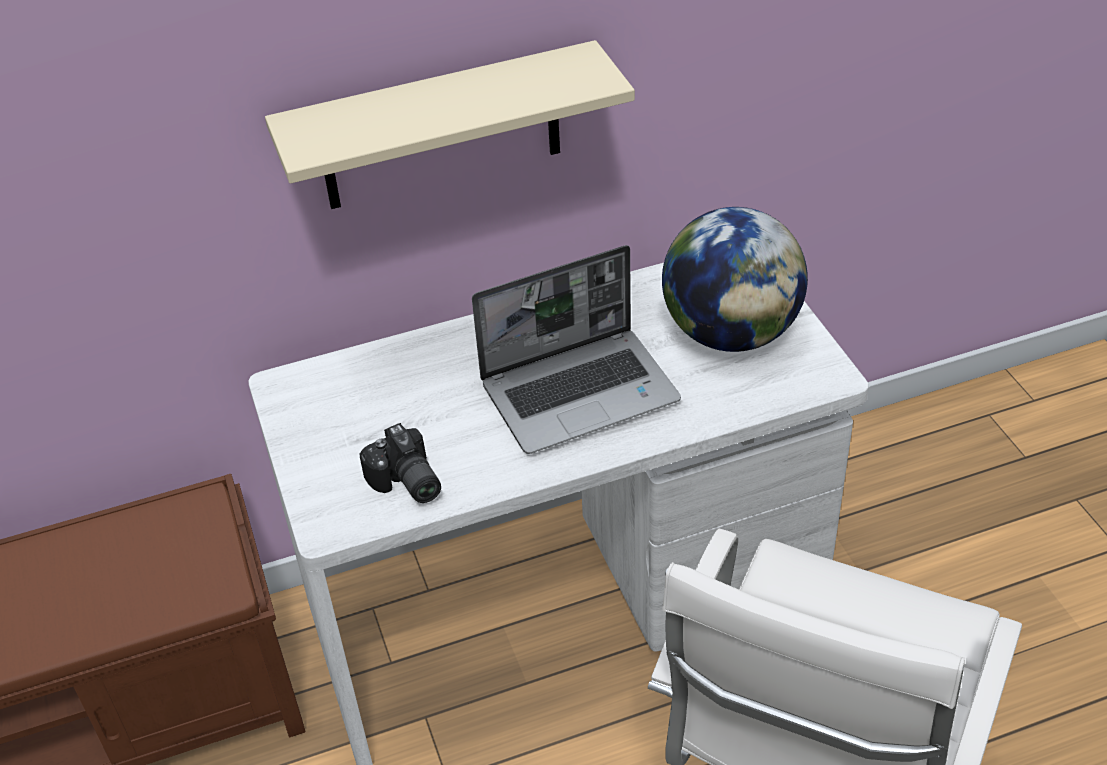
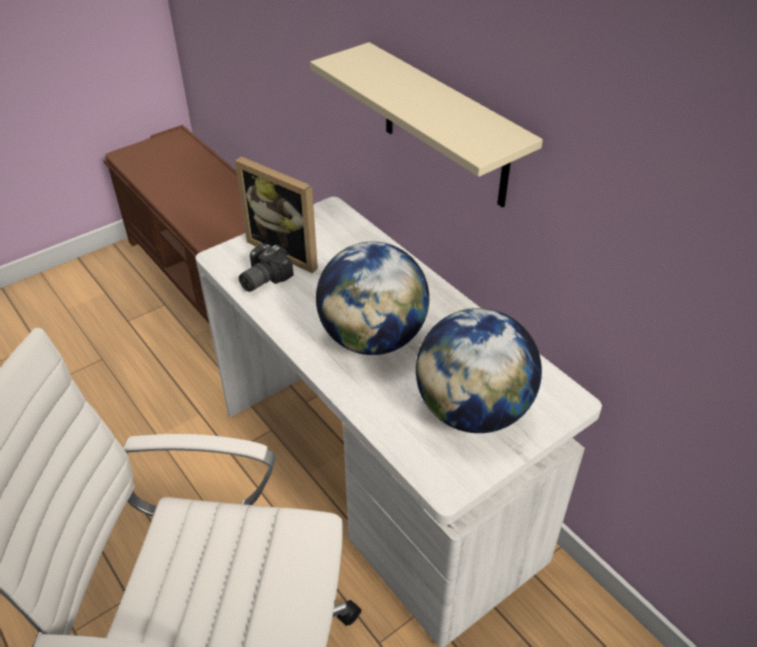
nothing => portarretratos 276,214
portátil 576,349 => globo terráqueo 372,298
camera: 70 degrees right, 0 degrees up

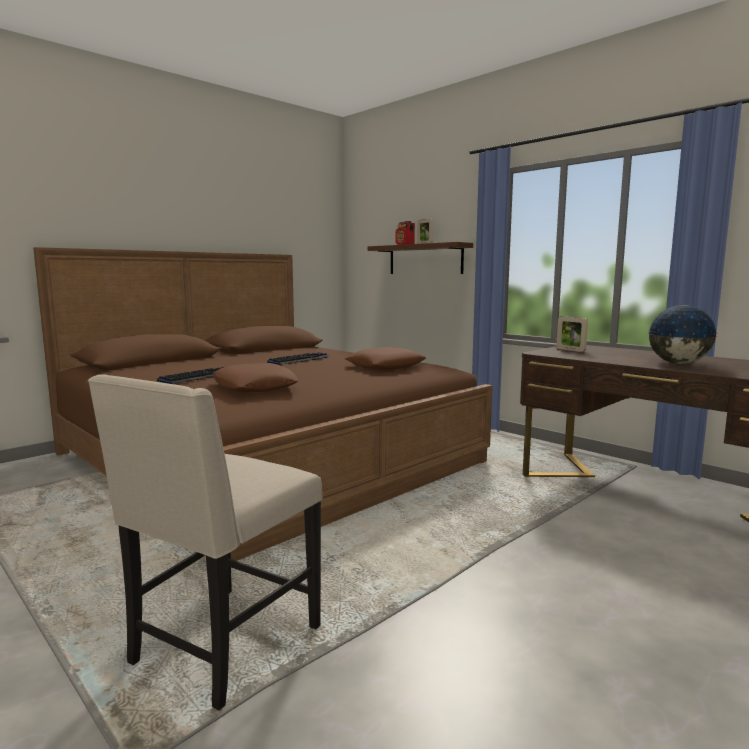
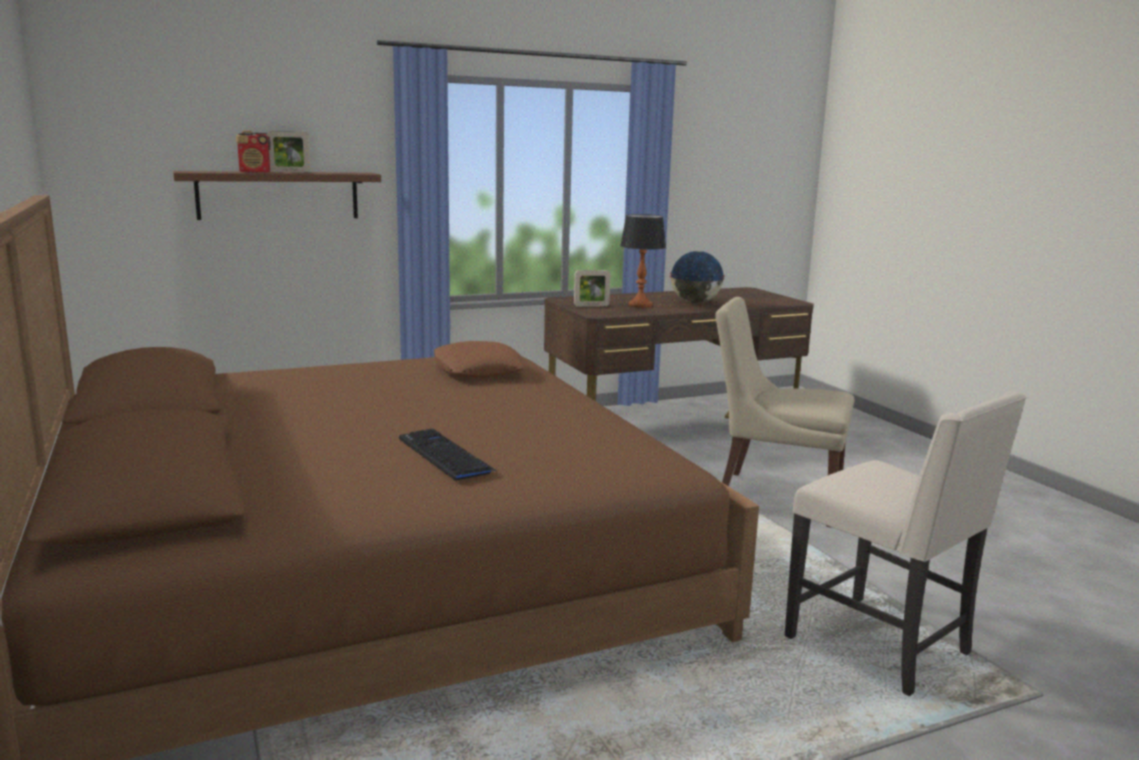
nothing => lámpara de mesa 643,261
nothing => silla [beis] 784,412
cojín [marrón] 256,378 => nothing
teclado 298,358 => nothing
camera: 70 degrees left, 5 degrees up

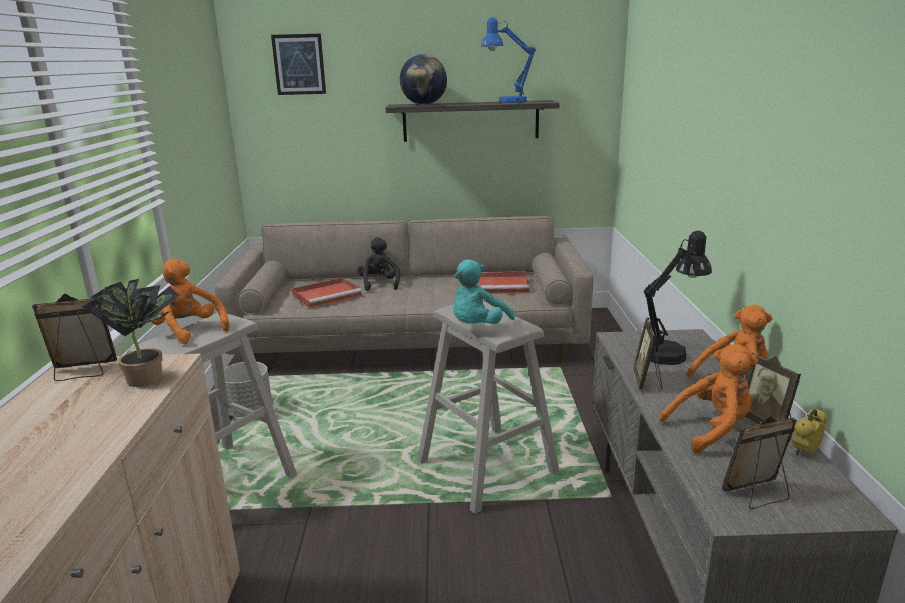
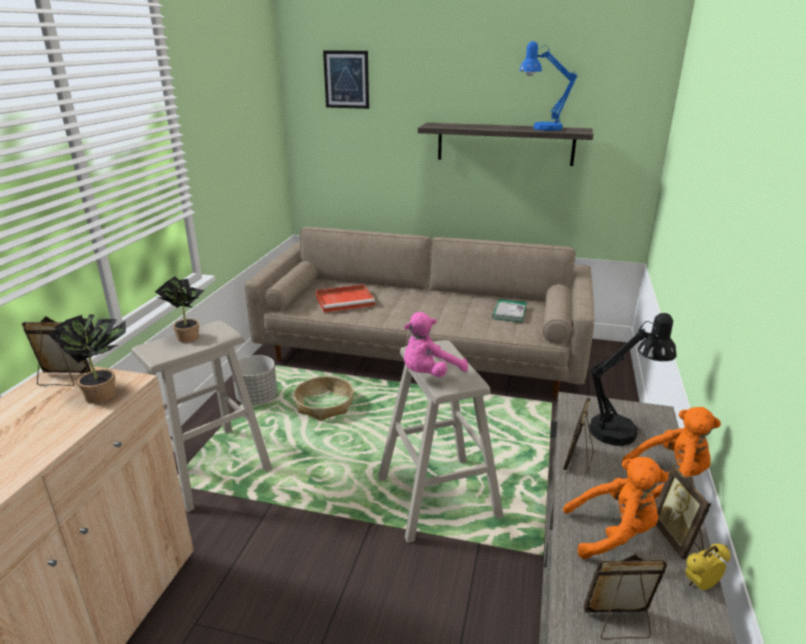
peluche [naranja] 191,301 => planta en maceta 180,309
nothing => cesta 324,398
peluche [turquesa] 484,292 => peluche [rosa] 436,344
bandeja [rojo] 503,282 => libro 509,310
peluche [negro] 378,264 => nothing
globo terráqueo 423,79 => nothing
camera: 15 degrees right, 5 degrees up

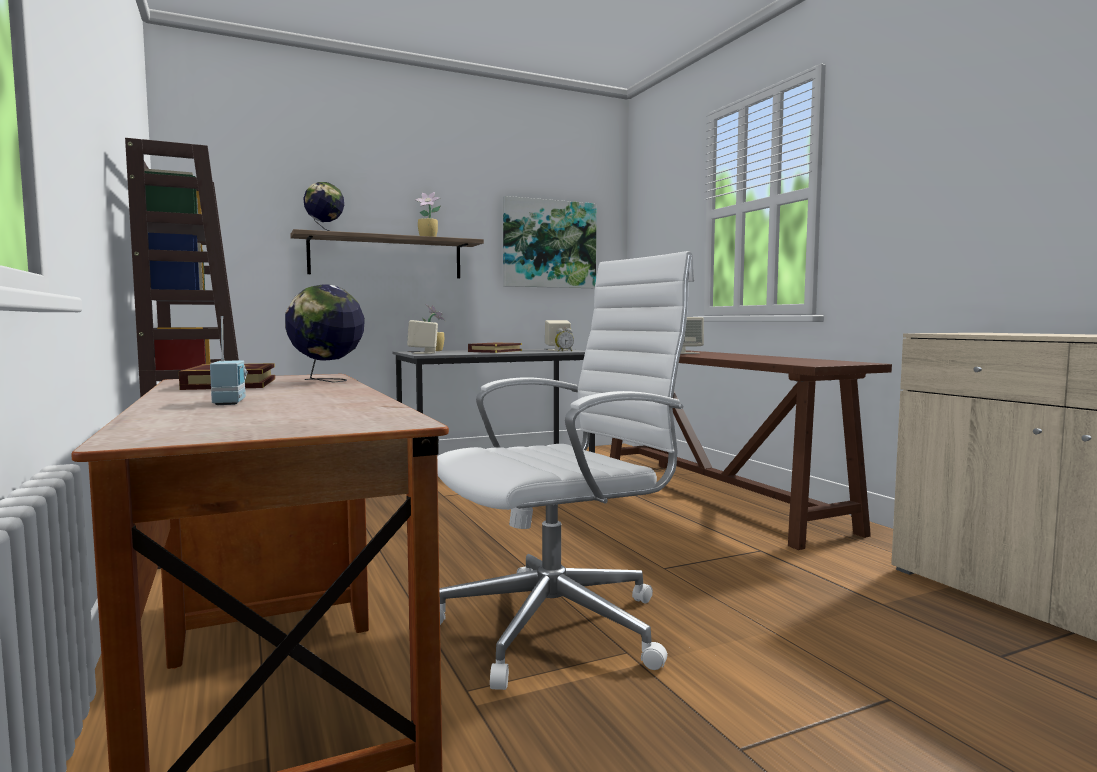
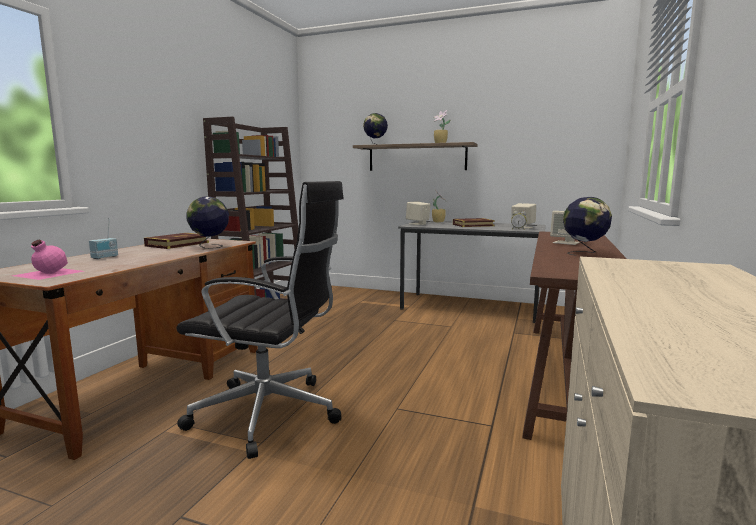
nothing => botella [rosa] 48,260
silla de oficina [blanco] 566,470 => silla de oficina [negro] 260,320
nothing => globo terráqueo 587,226
cuadro 549,242 => nothing
camera: 45 degrees right, 5 degrees up

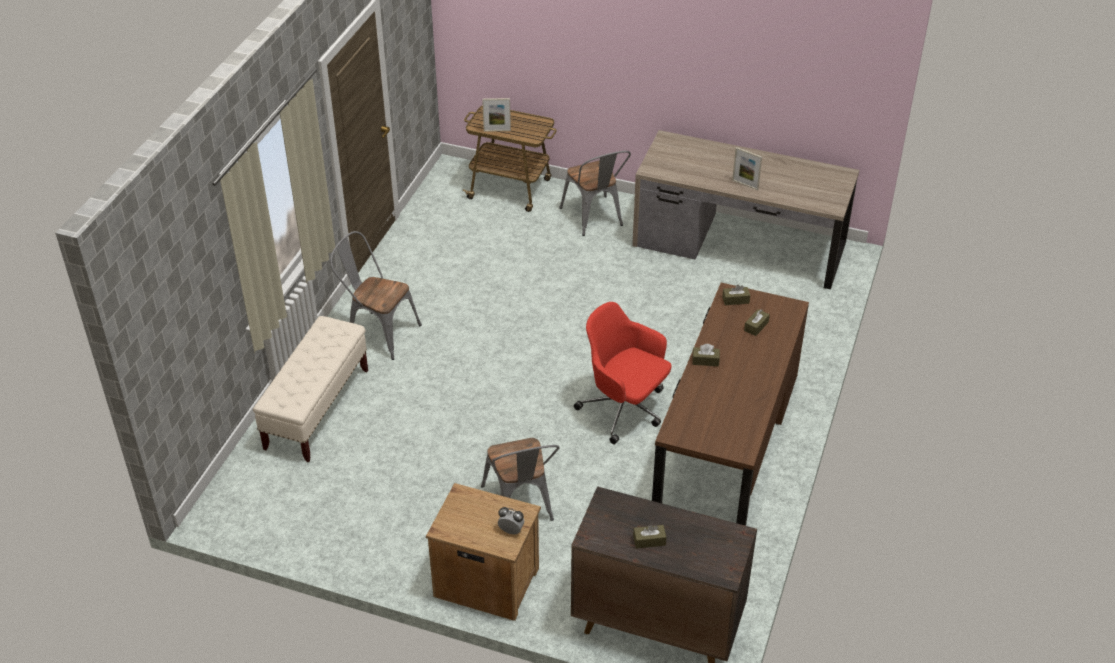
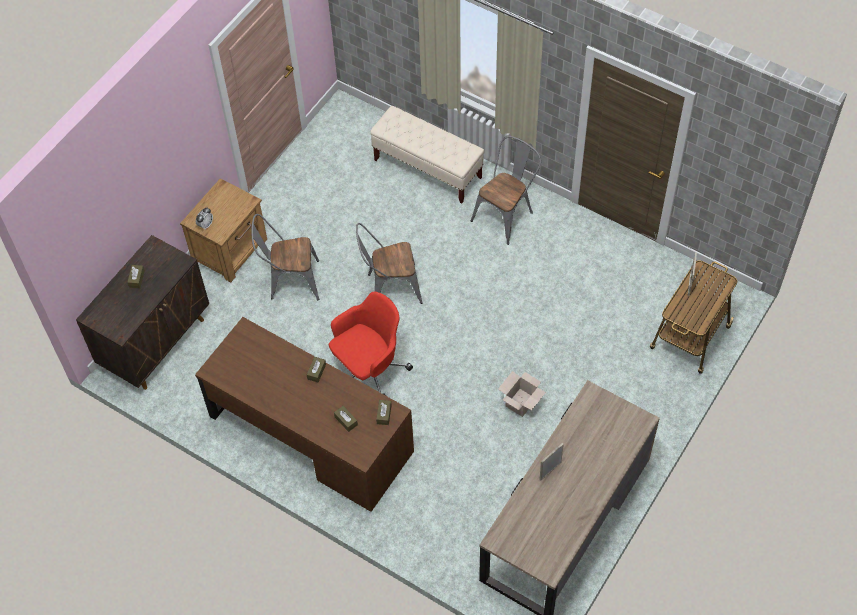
silla [gris] 595,193 => silla [gris] 389,263, shifted
nothing => caja de cartón 522,394
camera: 105 degrees right, 15 degrees up

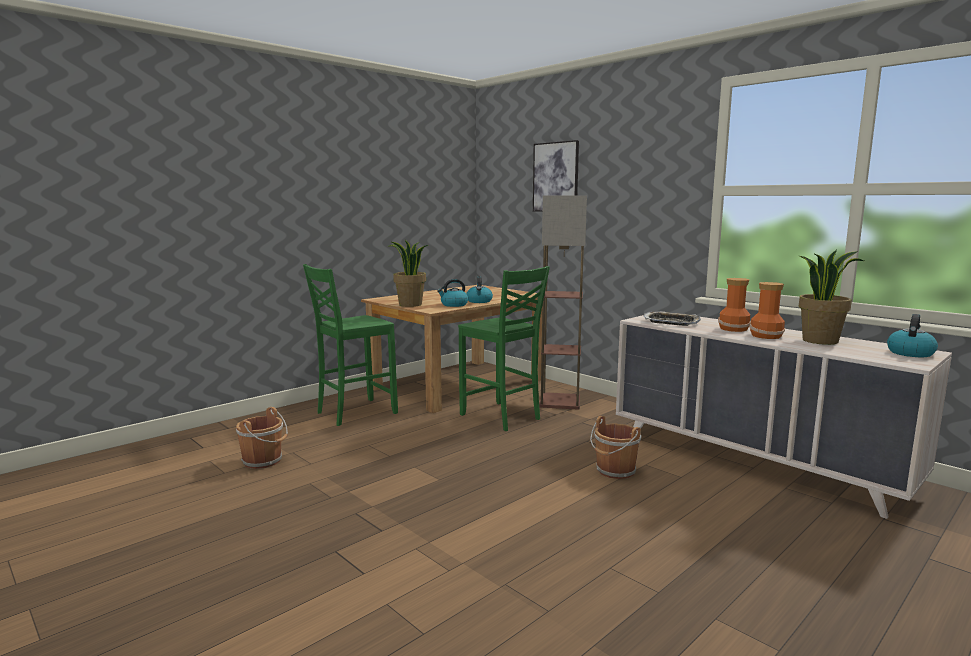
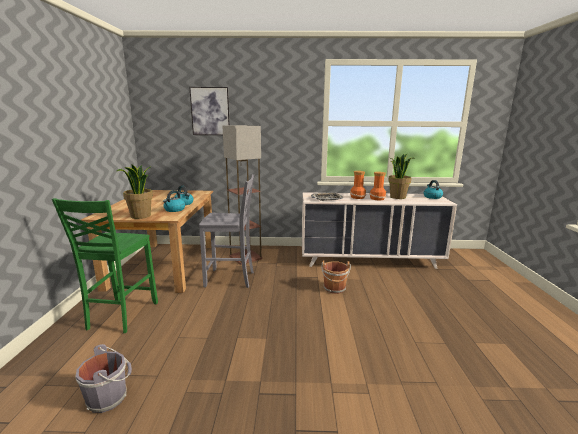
cubo [marrón] 262,438 => cubo [gris] 103,378
silla [verde] 504,348 => silla [gris] 226,231
camera: 45 degrees left, 5 degrees up

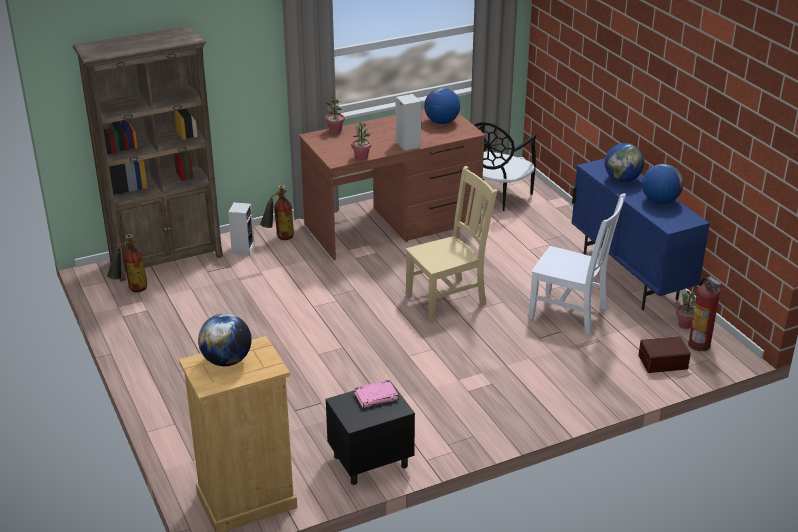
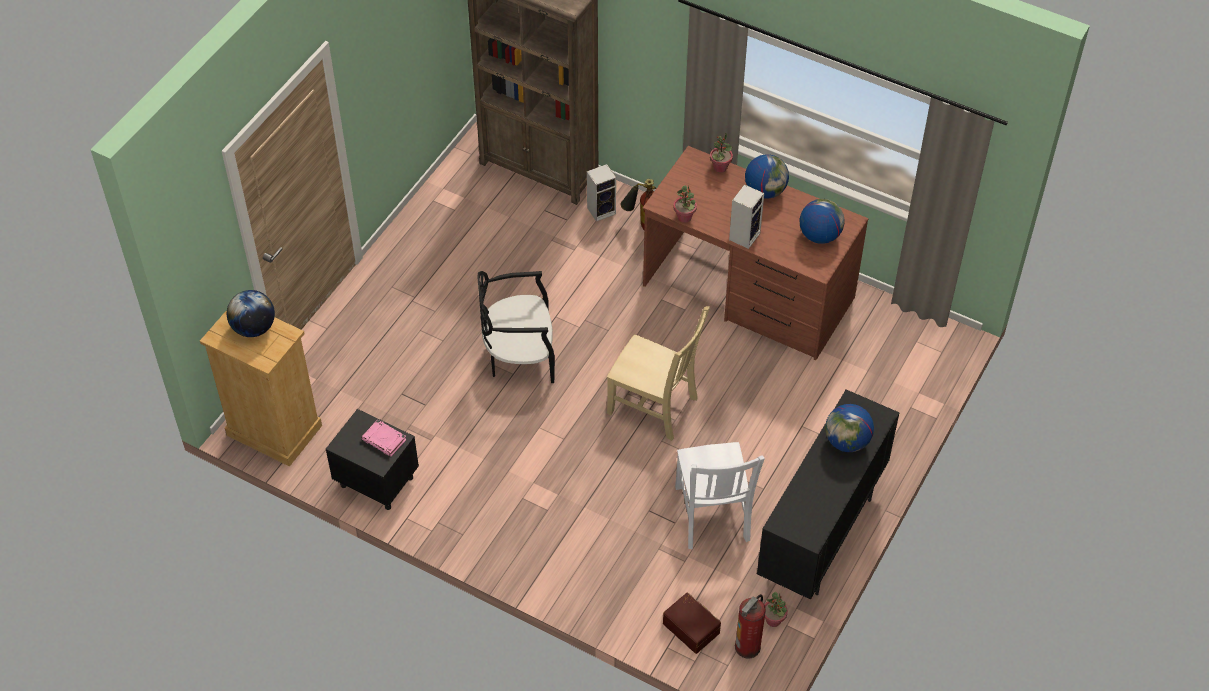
silla [negro] 505,166 => silla [negro] 516,327, shifted
globo terráqueo 662,184 => globo terráqueo 767,176, shifted
armario [azul] 640,234 => armario [negro] 828,494
extintor 127,263 => nothing
camera: 55 degrees right, 20 degrees up

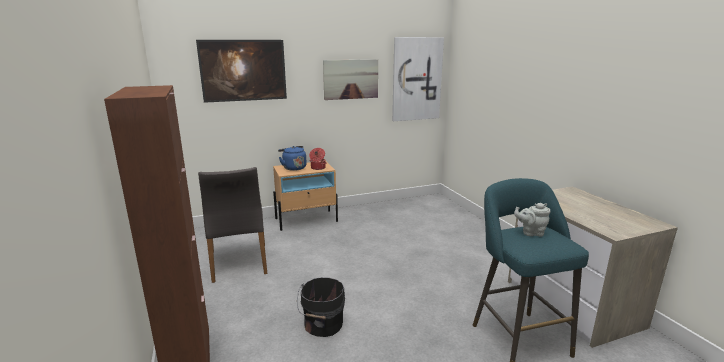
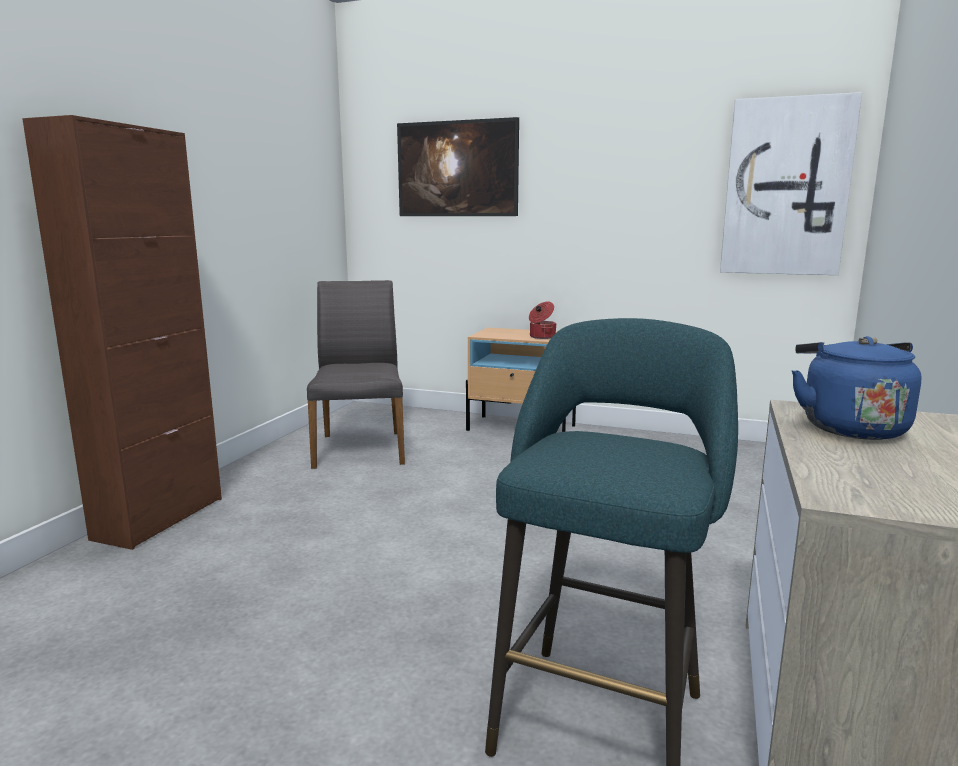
silla [gris] 232,225 => silla [gris] 356,374, 150 degrees clockwise
hervidor [azul] 292,158 => hervidor [azul] 857,388, shifted
cubo [negro] 321,307 => nothing
cuadro 350,79 => nothing
tetera [gris] 532,220 => nothing
camera: 40 degrees right, 5 degrees down

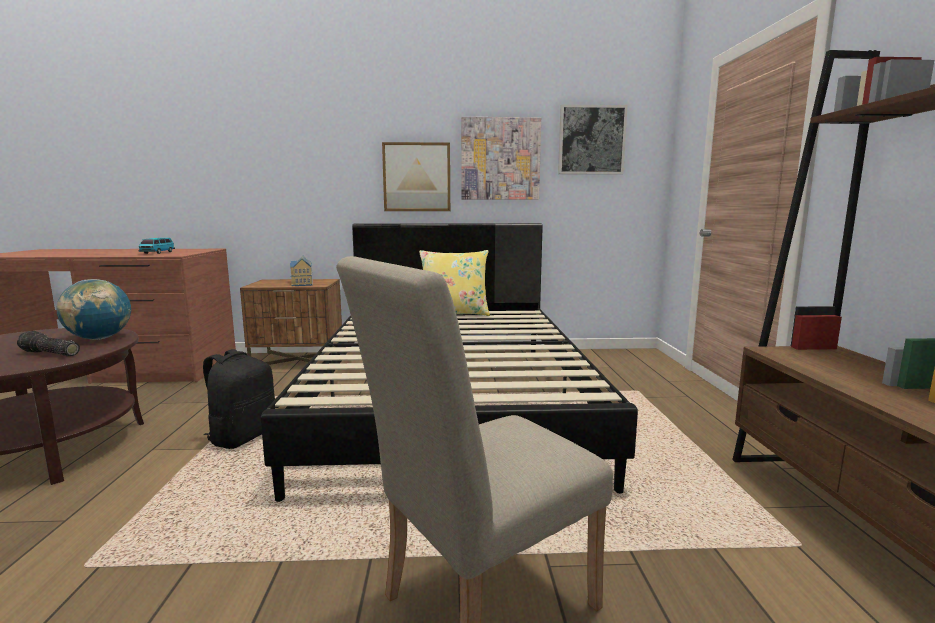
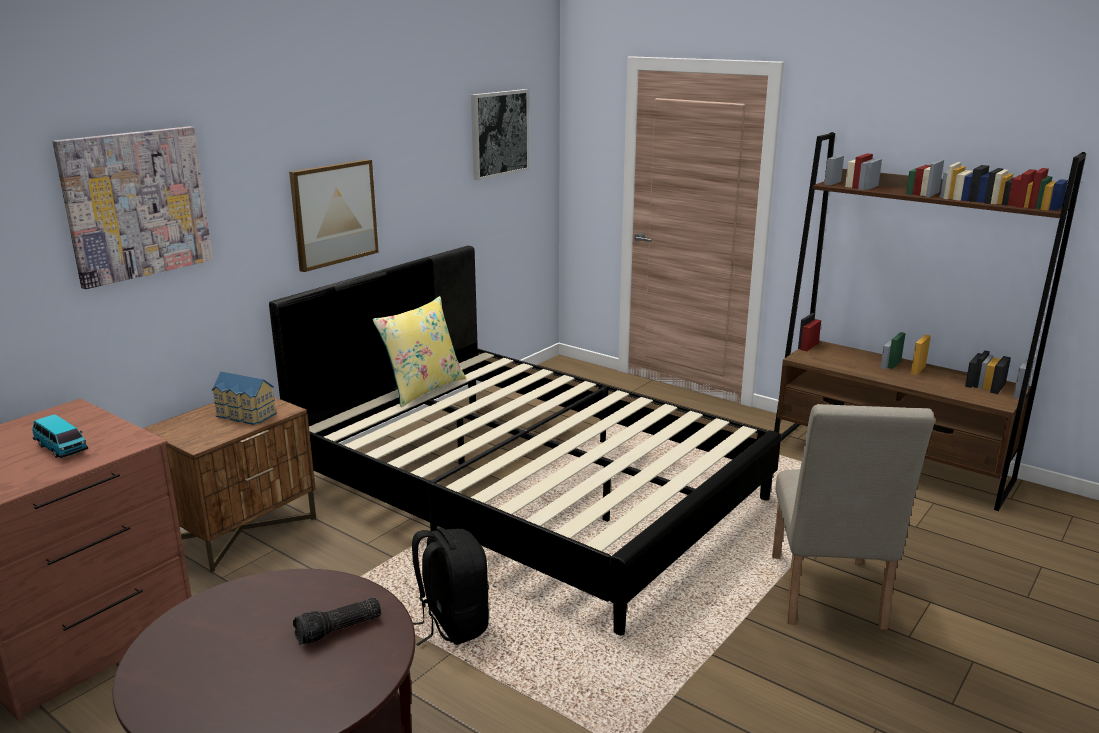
cuadro 501,158 => cuadro 132,207, shifted
globo terráqueo 93,309 => nothing
camera: 50 degrees left, 10 degrees up

